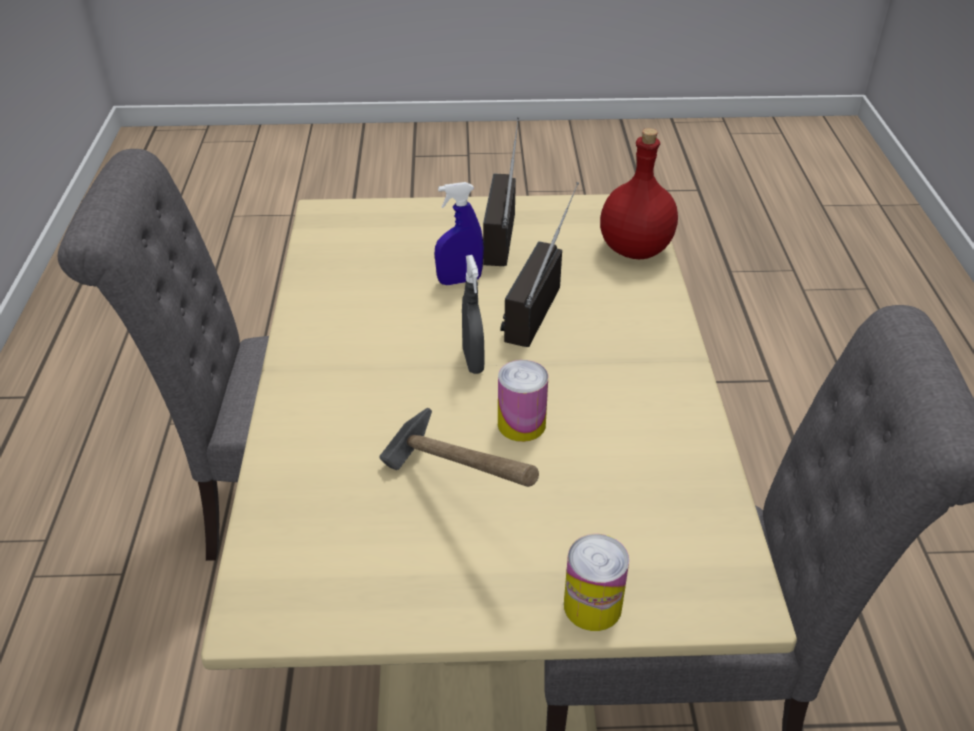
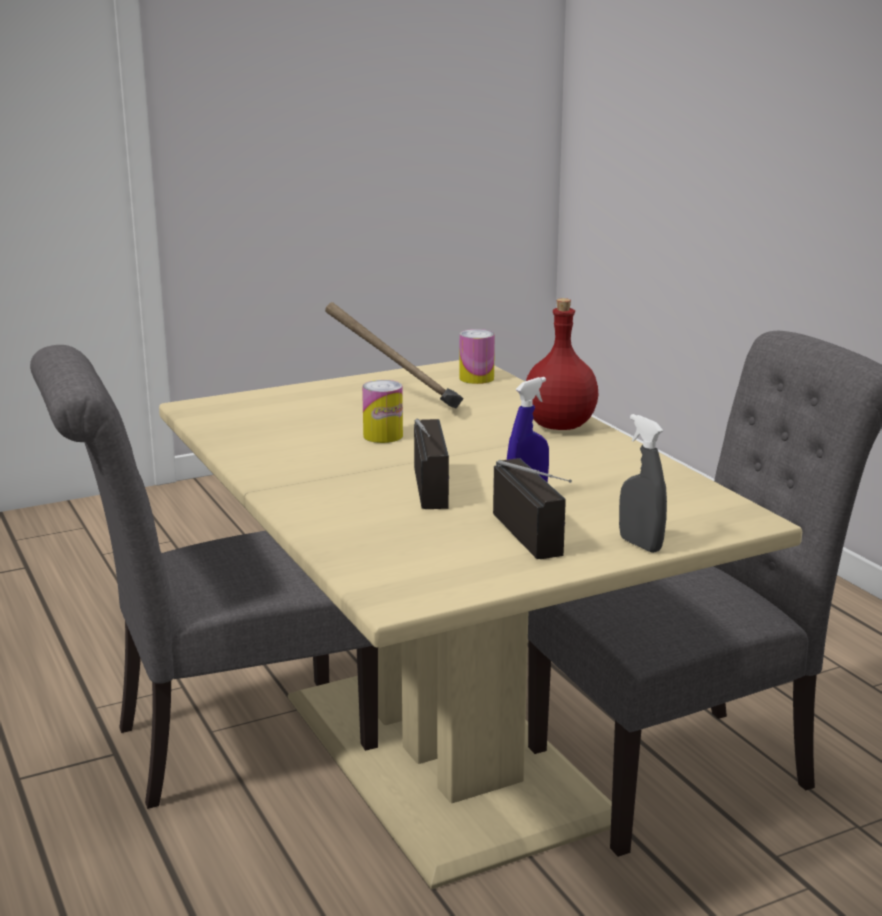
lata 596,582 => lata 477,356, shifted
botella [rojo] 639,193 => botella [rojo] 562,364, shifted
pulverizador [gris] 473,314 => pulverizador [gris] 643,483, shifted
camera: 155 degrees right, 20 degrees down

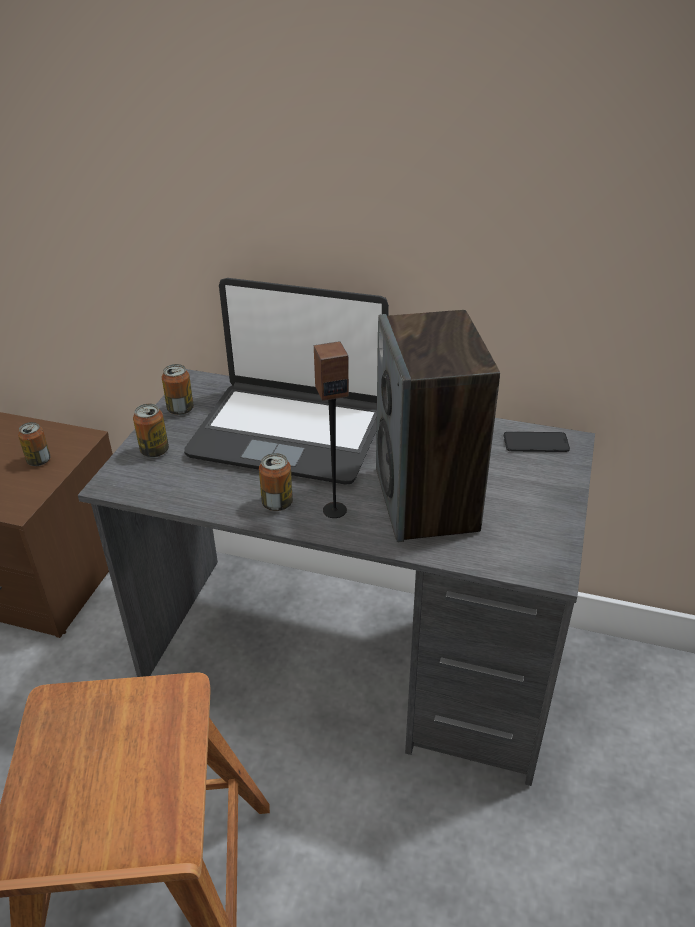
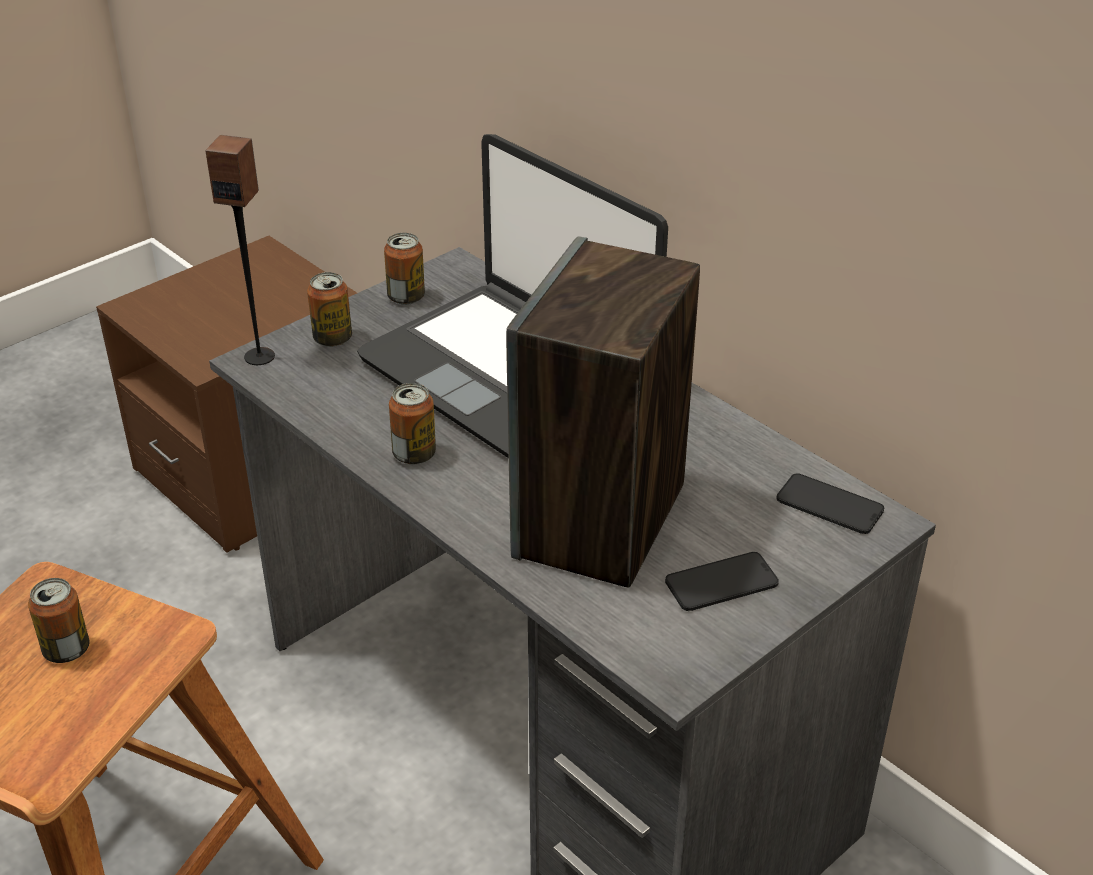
lata 34,444 => lata 58,620, shifted
altavoz 331,429 => altavoz 240,250, shifted
nothing => móvil 722,581
camera: 30 degrees right, 0 degrees up

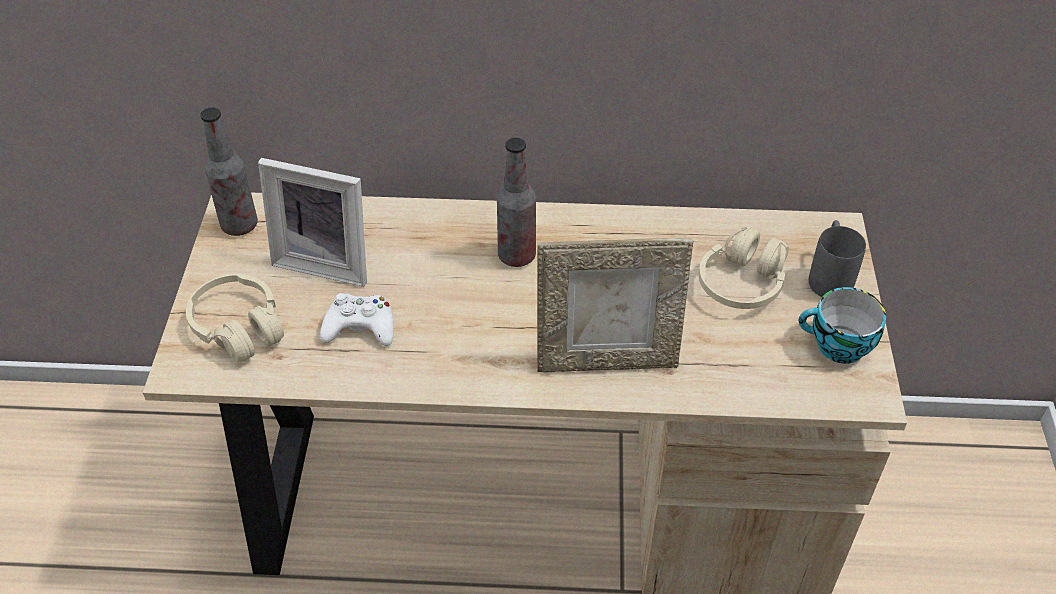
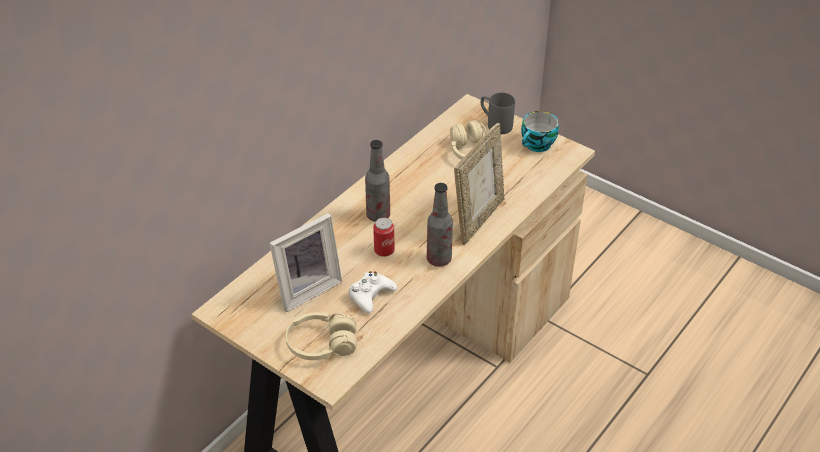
nothing => lata 384,237
botella 229,171 => botella 440,225, shifted
camera: 55 degrees left, 5 degrees down

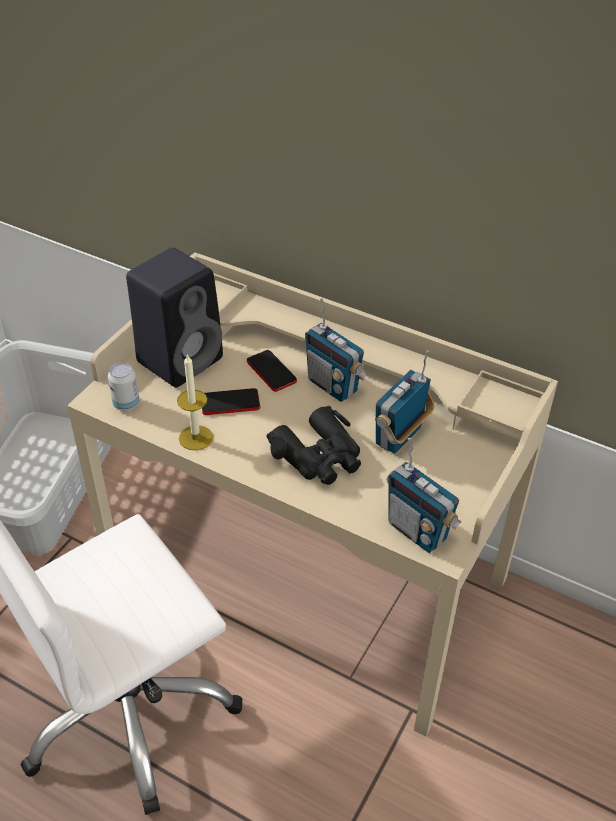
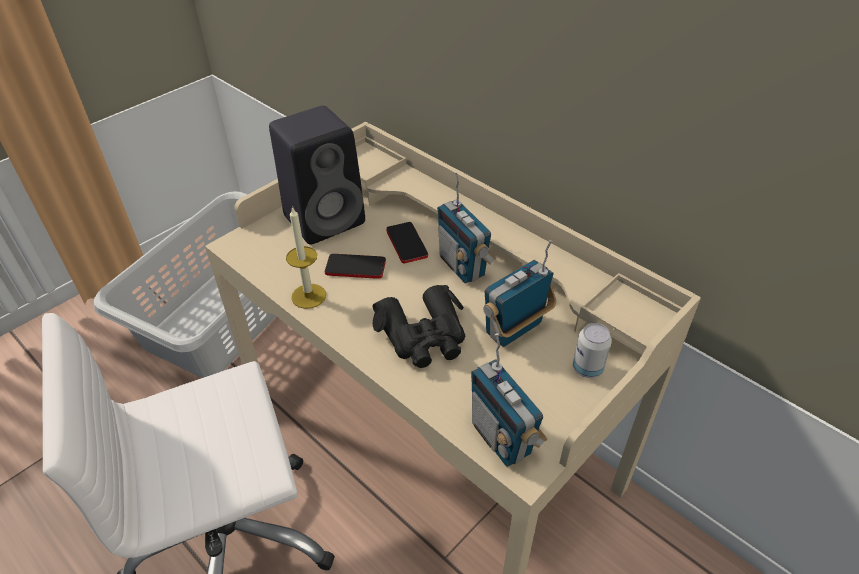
lata 123,387 => lata 592,350, shifted
camera: 15 degrees right, 0 degrees up

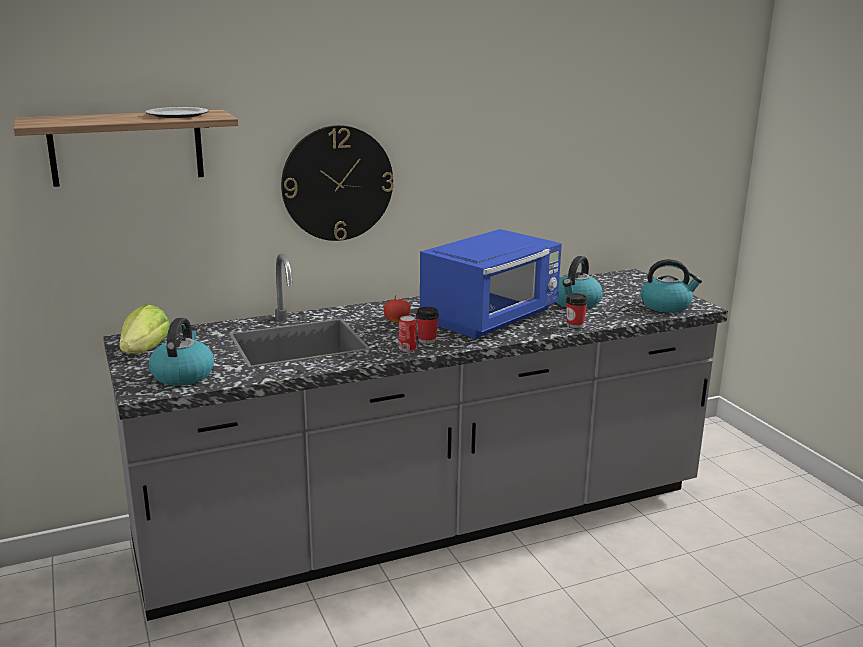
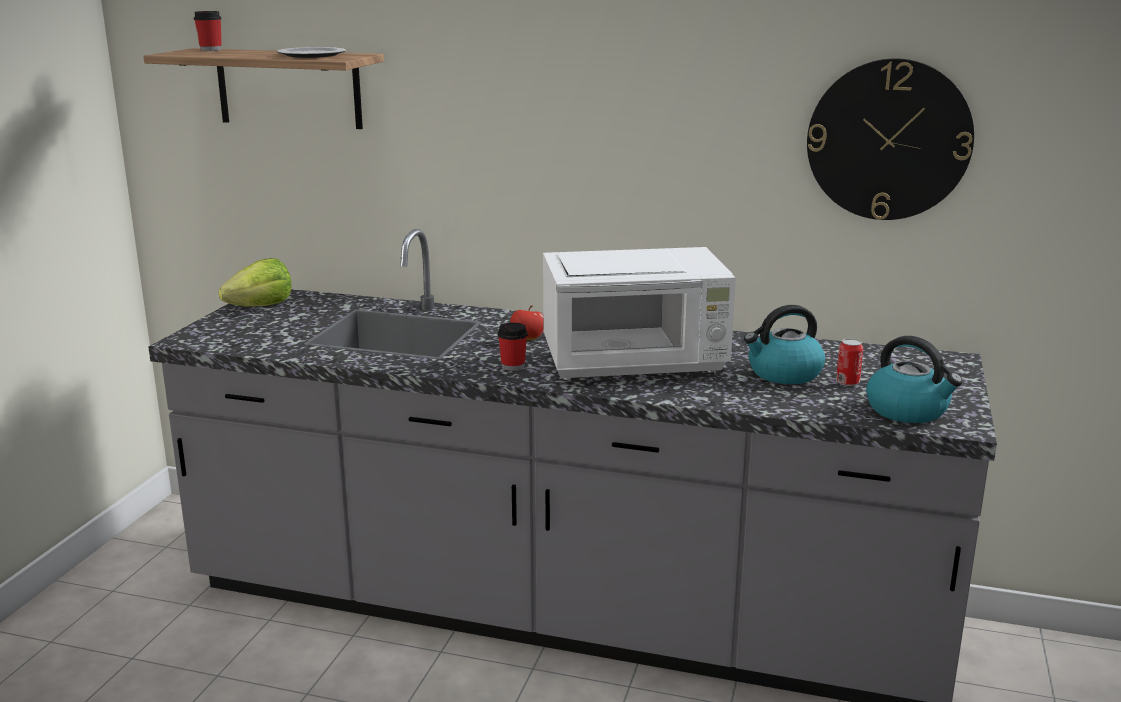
taza 577,310 => taza 207,31, shifted
microondas [azul] 491,284 => microondas [blanco] 639,313
reloj de pared 337,183 => reloj de pared 890,139, shifted
lata 407,334 => lata 849,362, shifted
hervidor 181,352 => nothing
camera: 40 degrees right, 0 degrees up

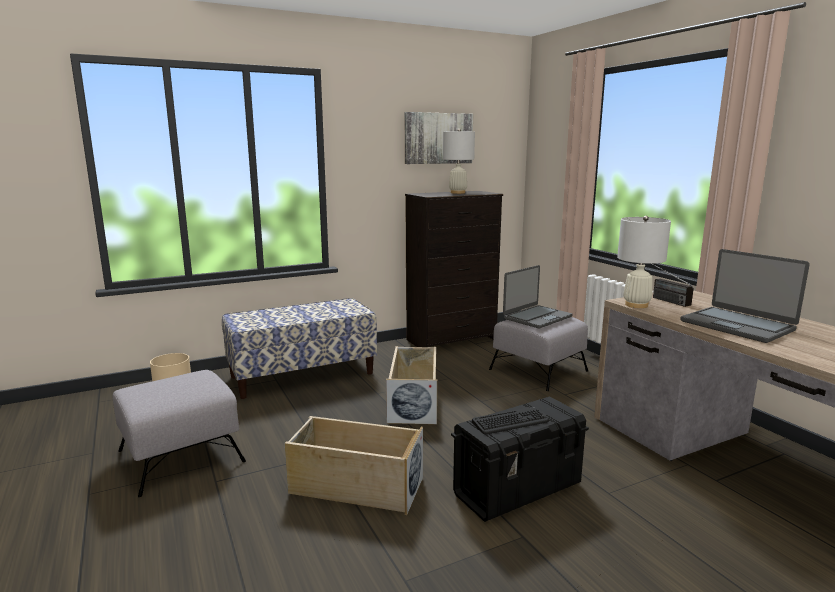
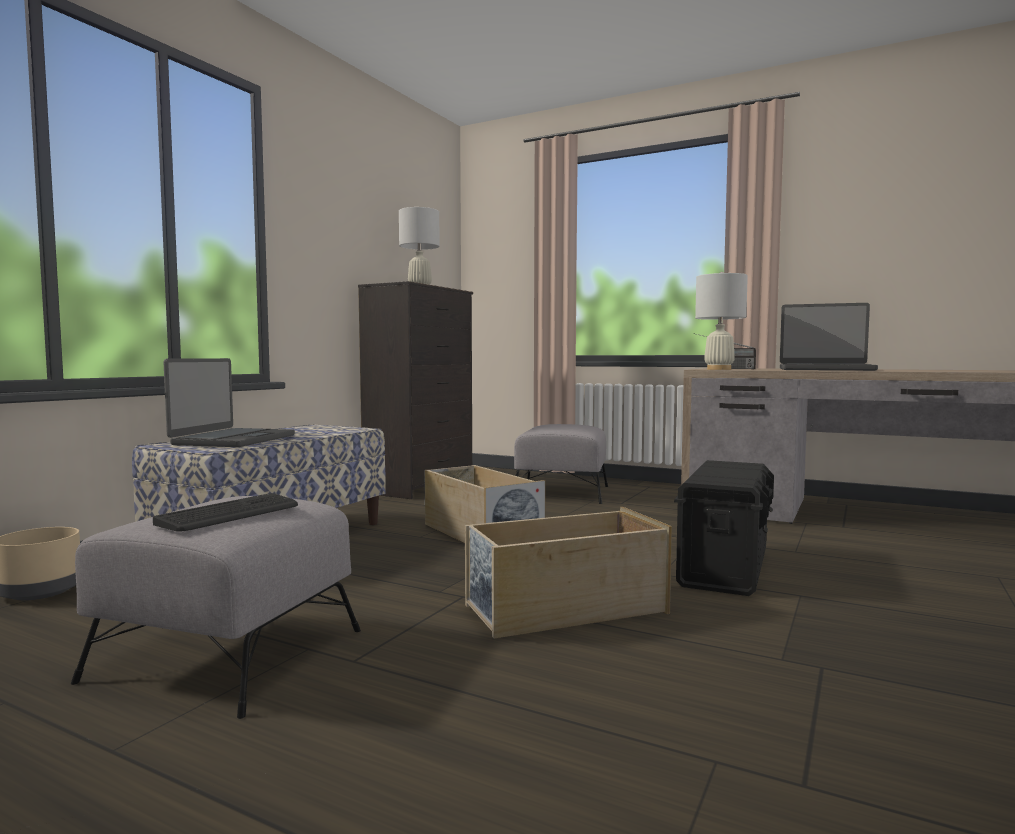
teclado 510,420 => teclado 225,512, shifted
portátil 537,296 => portátil 229,402, shifted
cuadro 439,138 => nothing
camera: 35 degrees left, 10 degrees down

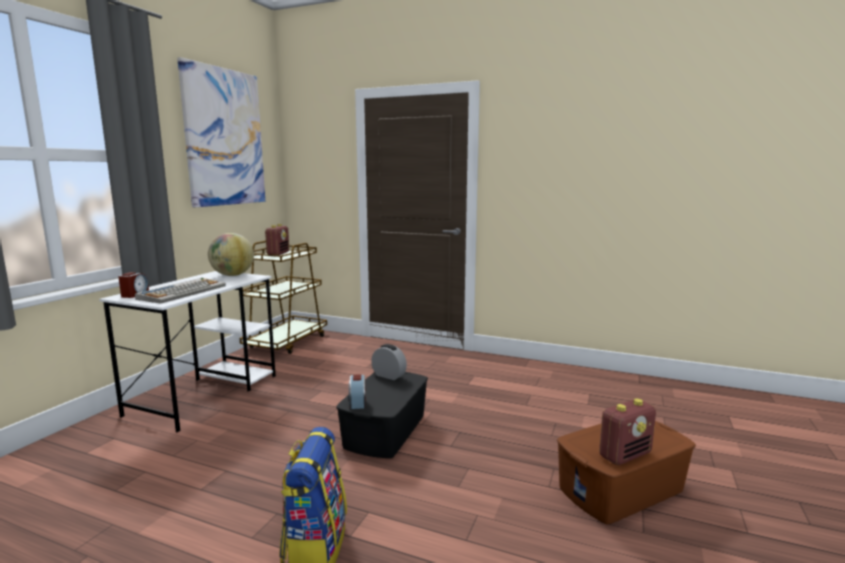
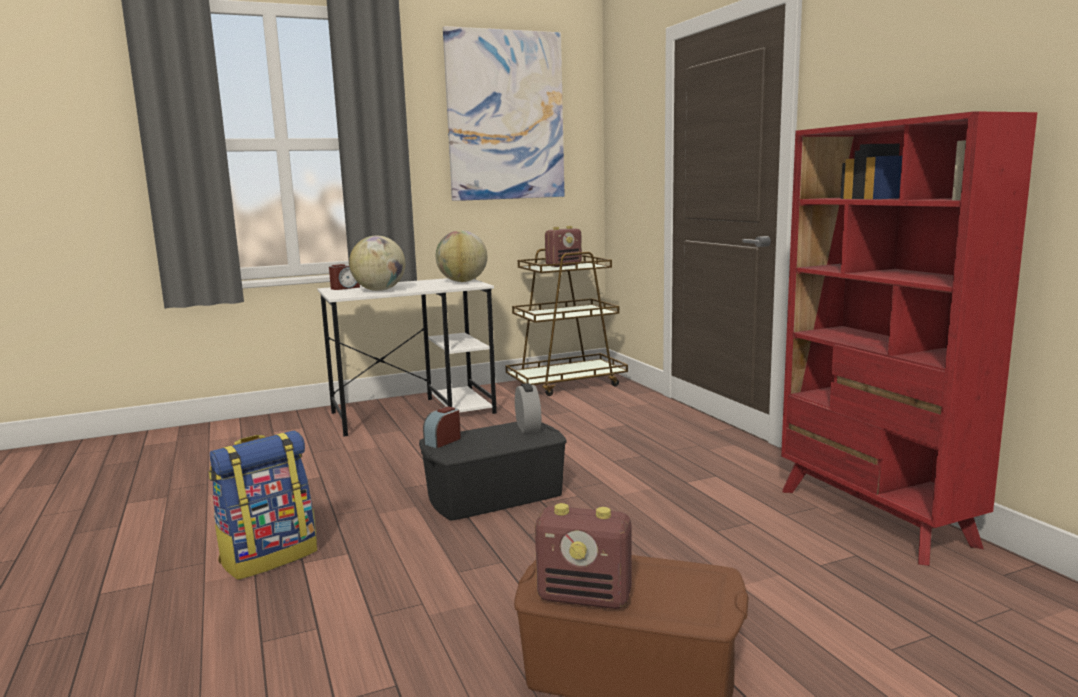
teclado 180,291 => globo terráqueo 377,263
nothing => estantería [rojo] 909,338
camera: 45 degrees right, 0 degrees up

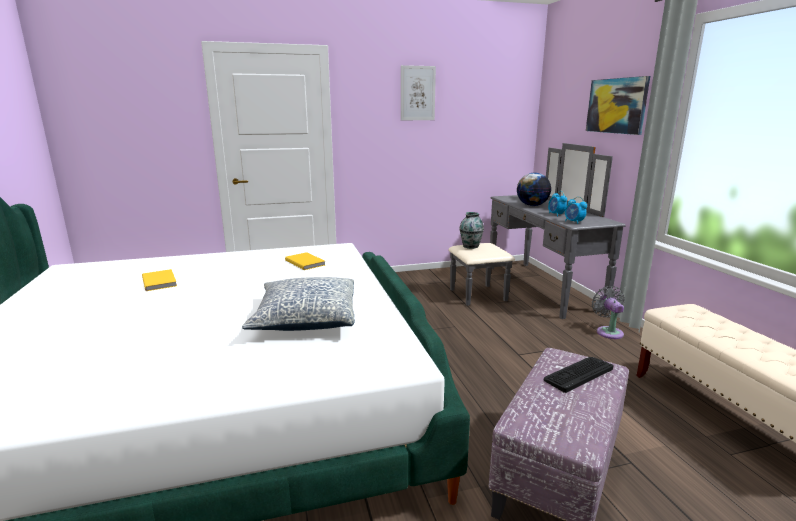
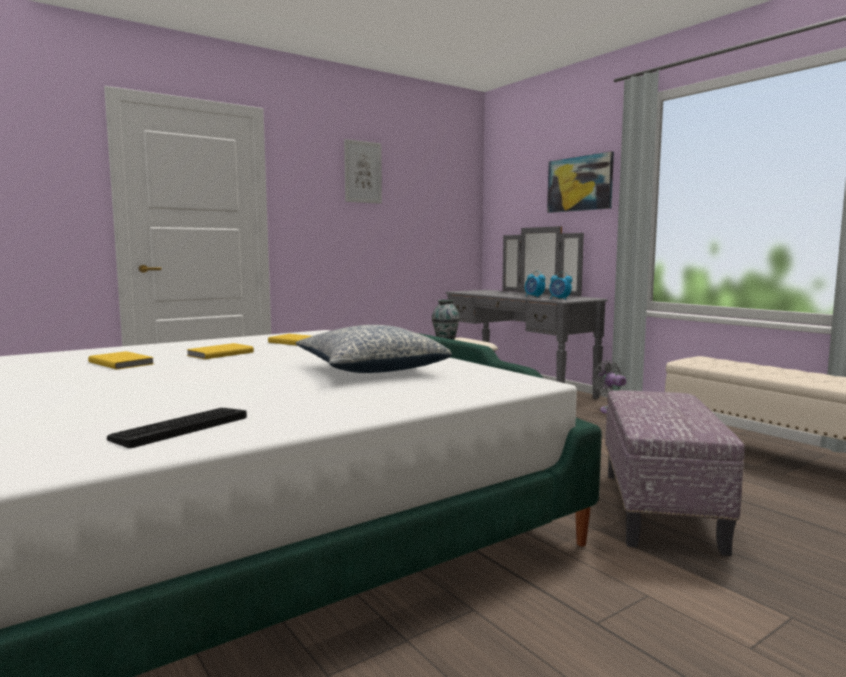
teclado 579,375 => teclado 177,428, shifted
nothing => libro [amarillo] 220,351
globo terráqueo 534,189 => nothing
camera: 20 degrees left, 10 degrees down

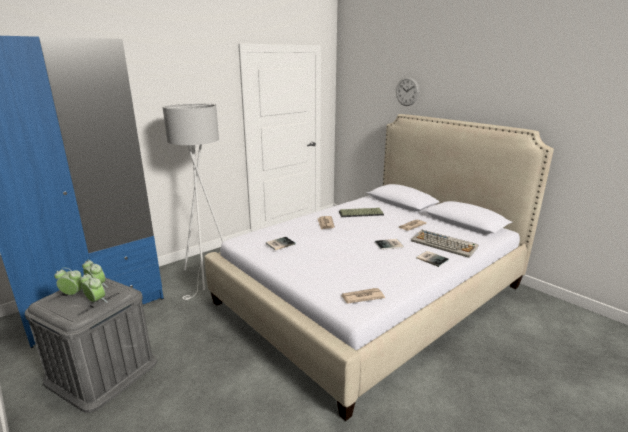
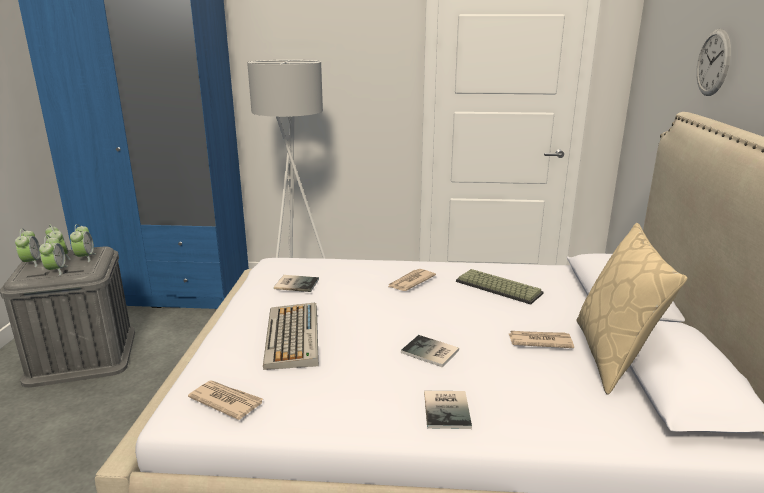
nothing => despertador 28,248
teclado 445,244 => teclado 291,336, shifted
nothing => cojín [beis] 632,309
camera: 45 degrees right, 0 degrees up

